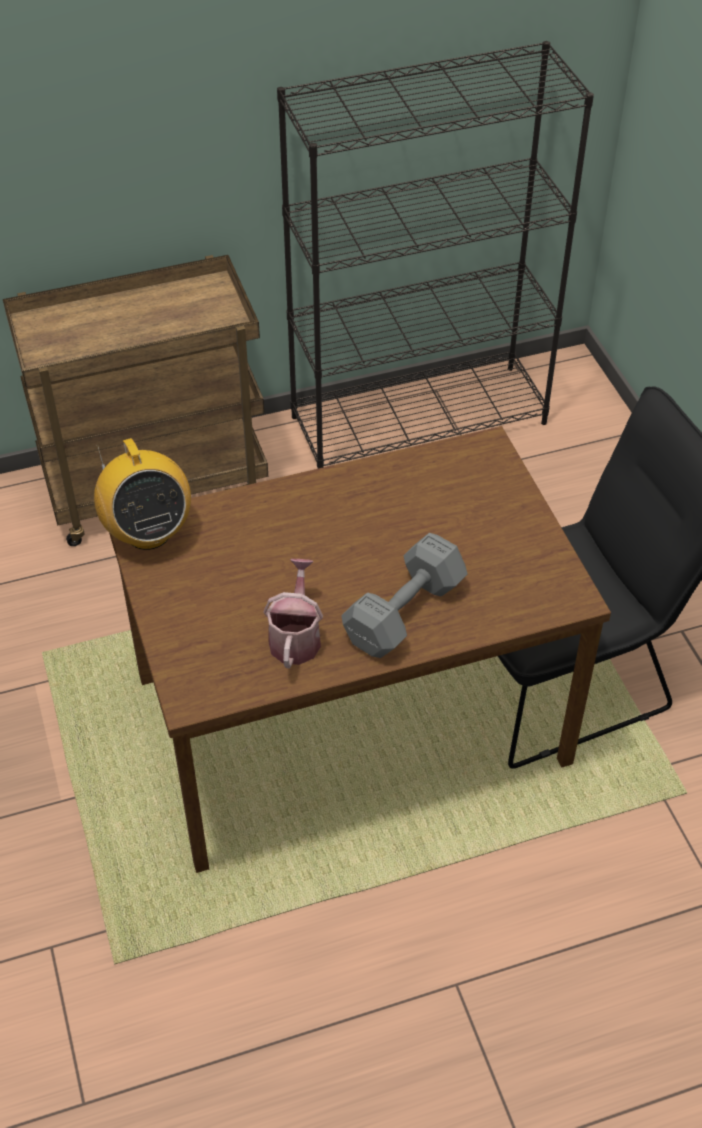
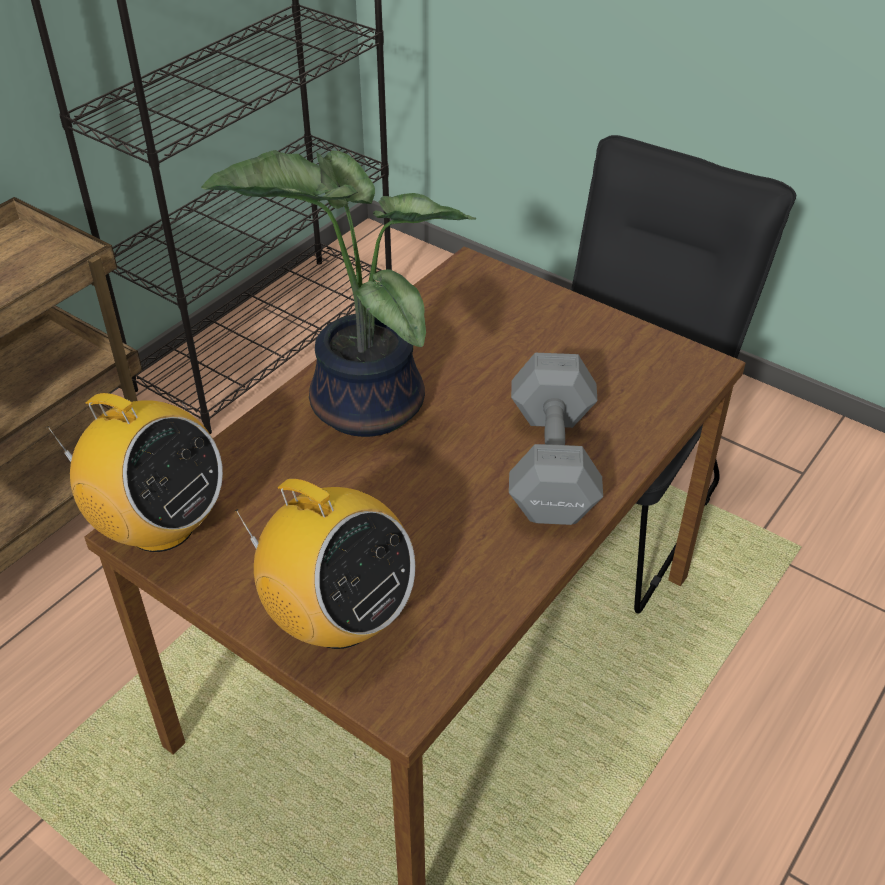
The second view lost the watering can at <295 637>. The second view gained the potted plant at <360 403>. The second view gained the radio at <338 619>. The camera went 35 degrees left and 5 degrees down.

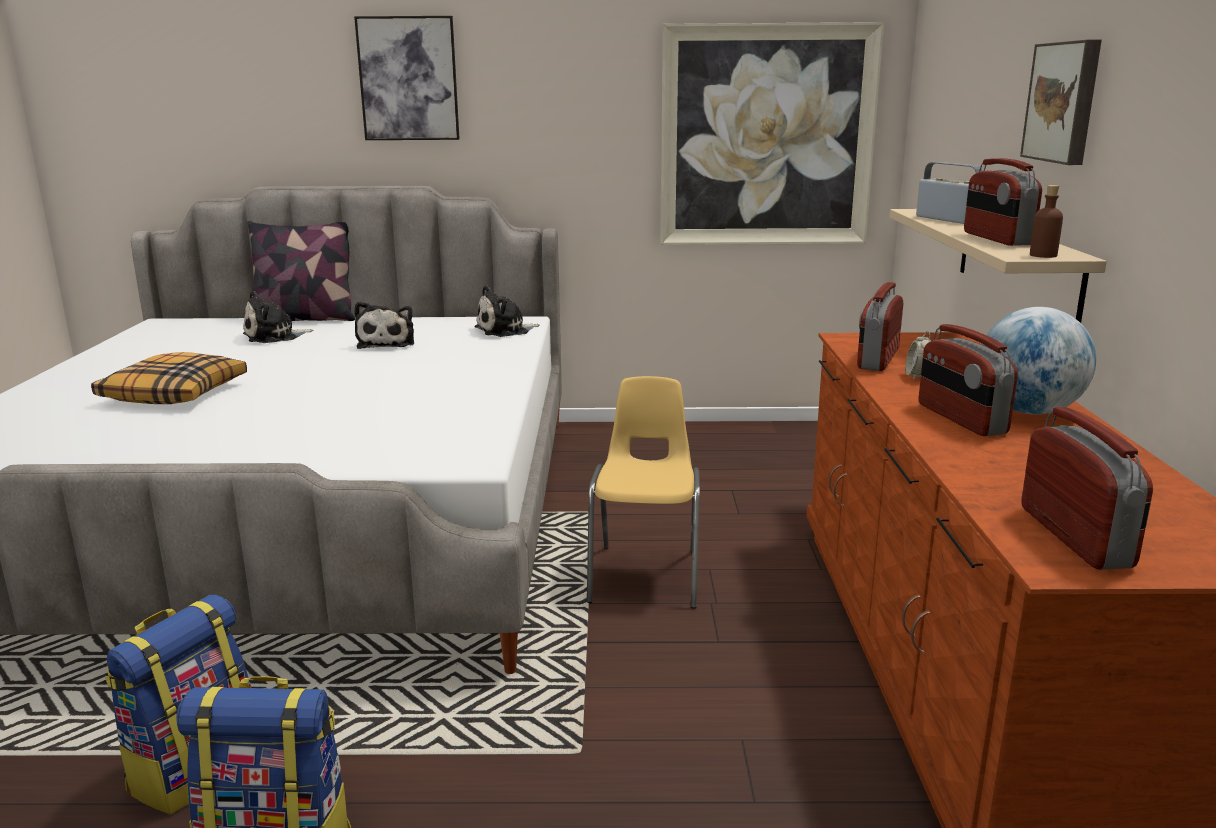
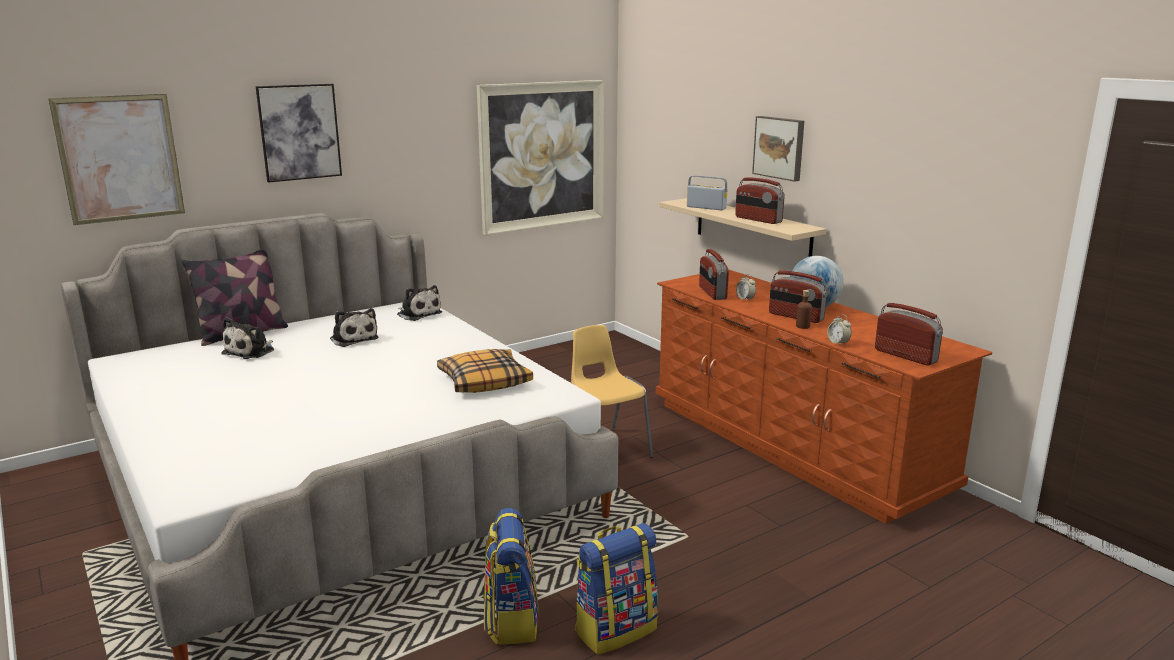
The pillow ended up elsewhere, having gone from <175 394> to <484 381>. The plush toy at <505 330> ended up facing another way, 75 degrees counterclockwise from before. The brown bottle ended up elsewhere, having gone from <1043 255> to <802 326>. The second view gained the picture at <120 158>. The second view gained the alarm clock at <838 343>. The camera went 35 degrees left and 0 degrees up.

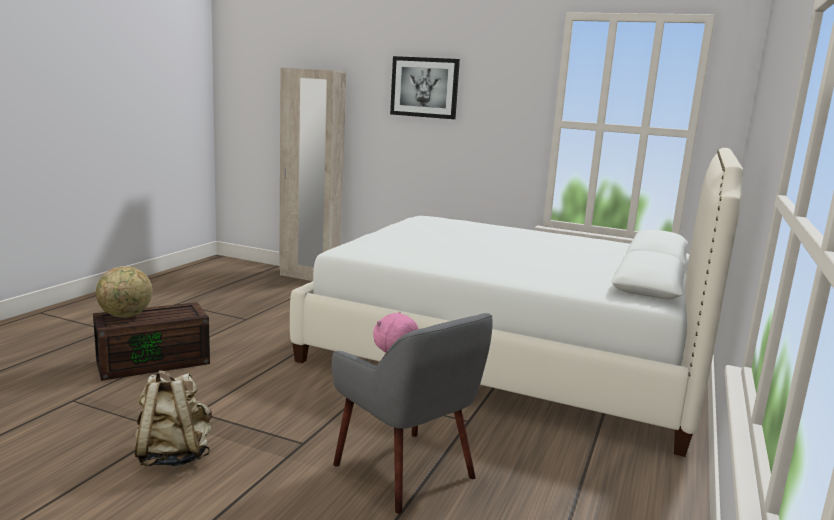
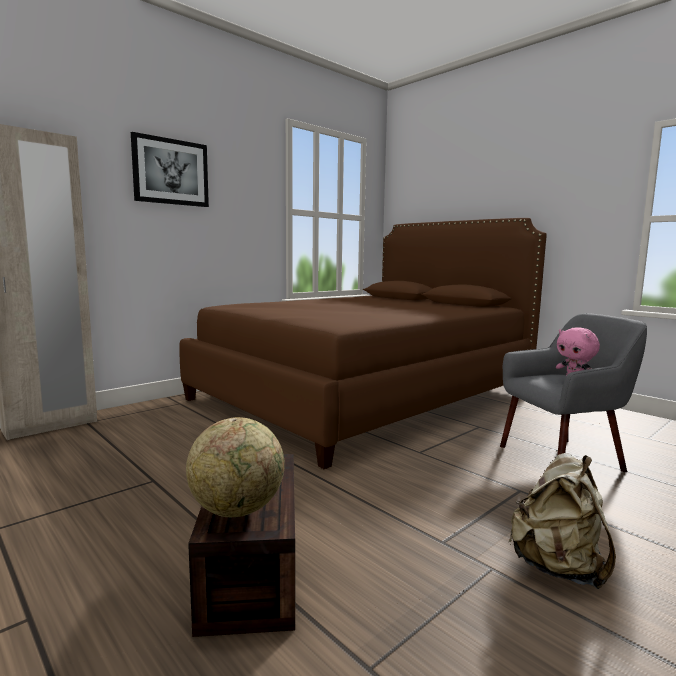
What was the white bed at <509 355> turned into the brown bed at <366 395>. The camera went 65 degrees left and 5 degrees down.

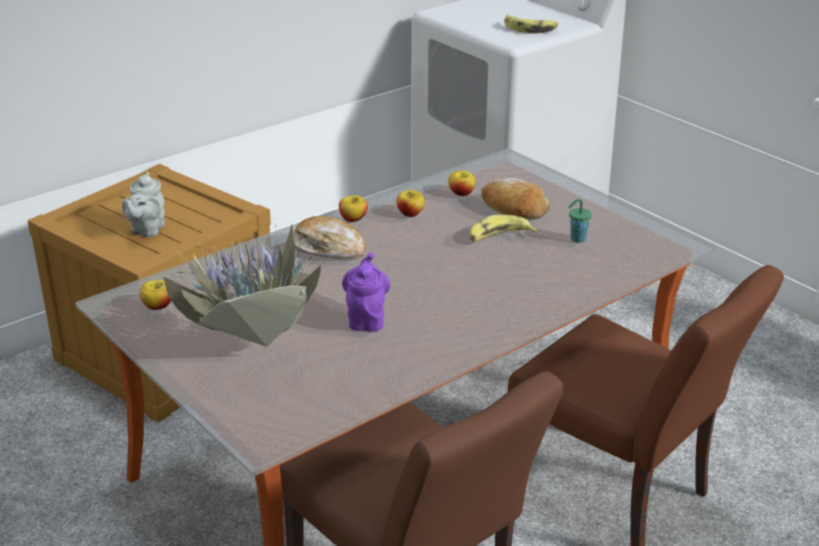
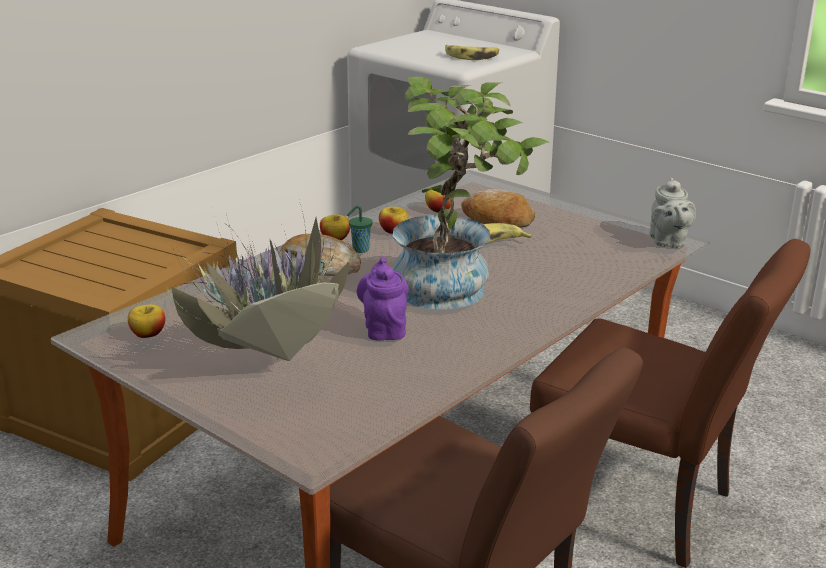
The grey teapot ended up elsewhere, having gone from <147 230> to <668 242>. The green cup ended up elsewhere, having gone from <577 239> to <359 250>. The second view gained the potted plant at <455 289>. The camera went 10 degrees left and 5 degrees down.

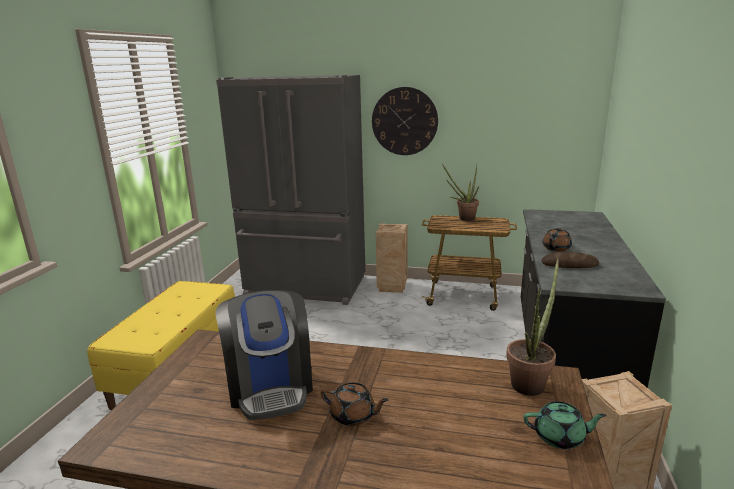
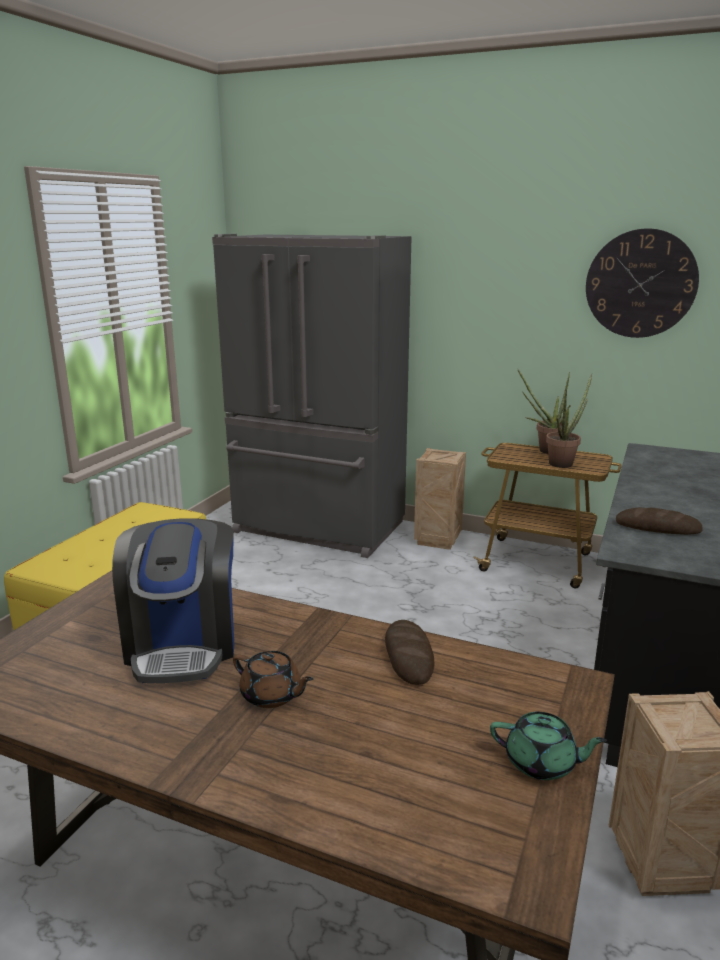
The wall clock ended up elsewhere, having gone from <404 121> to <640 284>. The potted plant ended up elsewhere, having gone from <530 382> to <563 463>. The second view lost the brown teapot at <555 248>. The second view gained the bread at <408 656>. The camera went 10 degrees right and 0 degrees up.

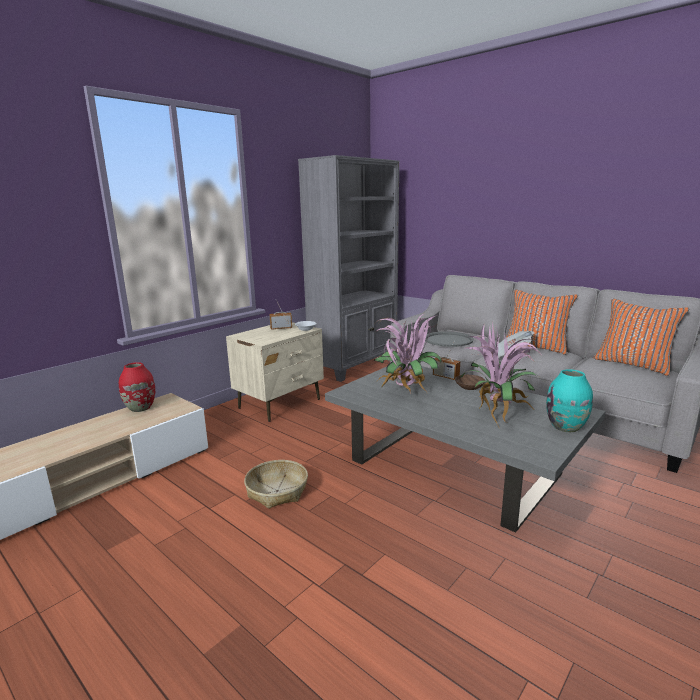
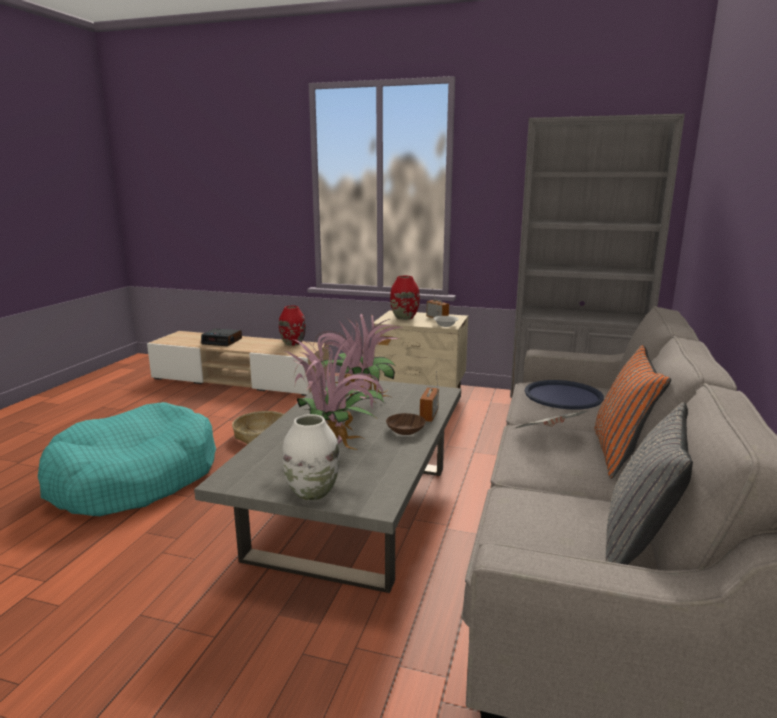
What was the grey tray at <448 340> turned into the blue tray at <563 396>. What was the turquoise vase at <566 427> turned into the white vase at <312 492>. What was the orange pillow at <633 364> turned into the grey pillow at <638 545>. The second view gained the turquoise dog bed at <134 478>. The second view gained the alarm clock at <222 341>. The second view gained the red vase at <404 317>. The camera went 65 degrees right and 0 degrees up.

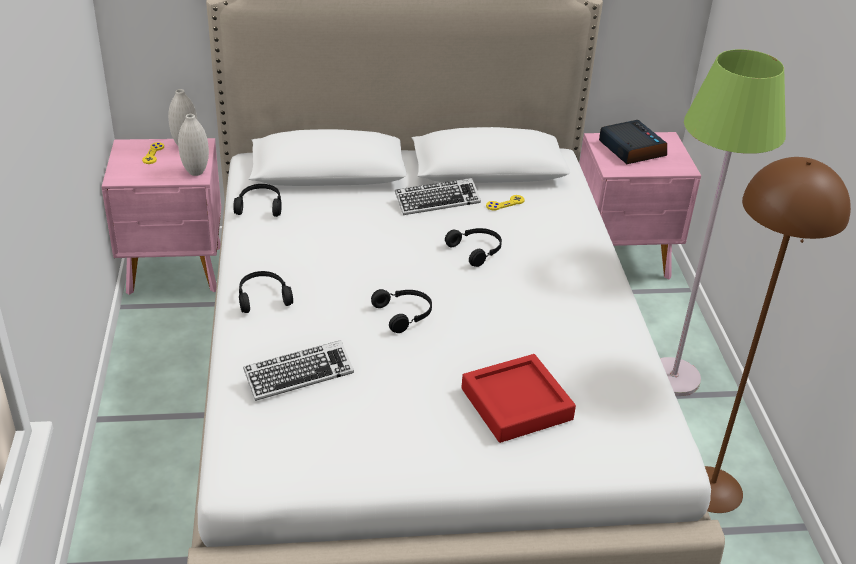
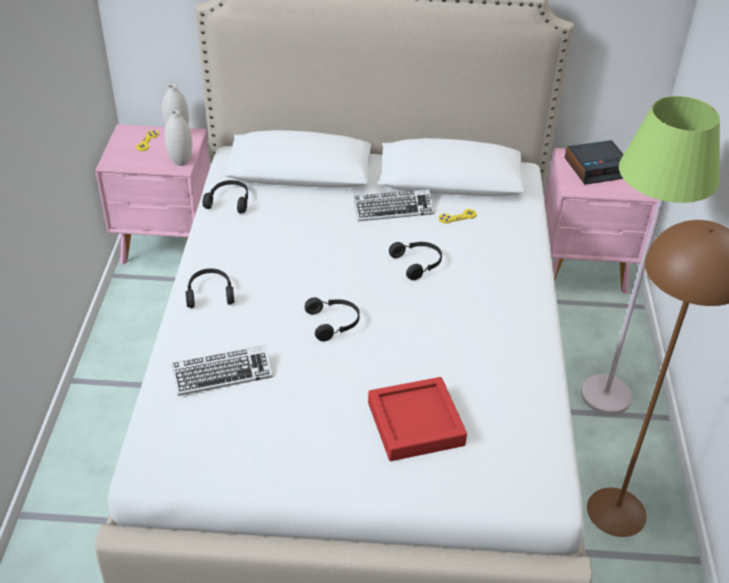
The alarm clock at <631 149> ended up facing another way, 90 degrees clockwise from before. The camera went 10 degrees right and 5 degrees up.

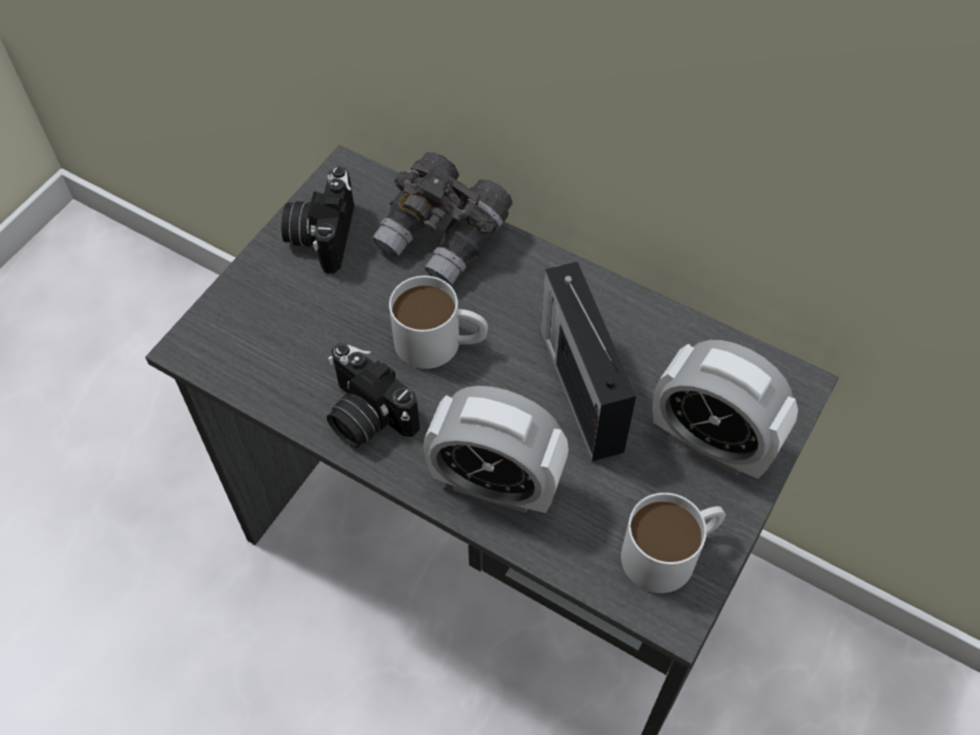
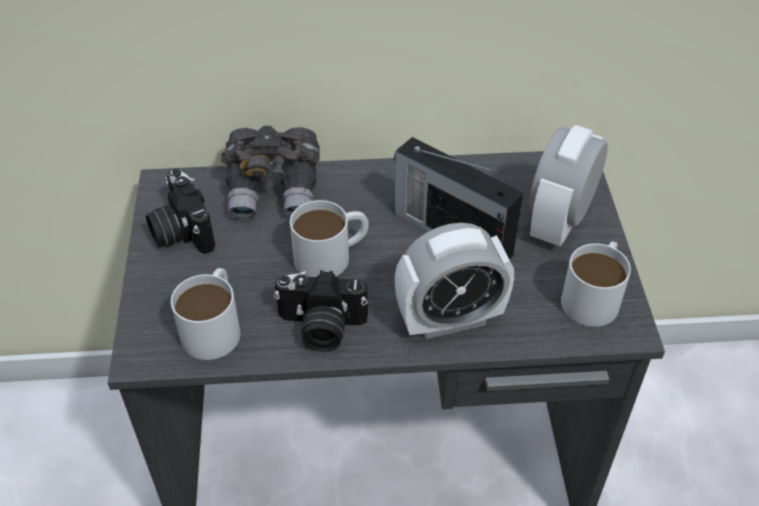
The alarm clock at <711 443> ended up facing another way, 120 degrees clockwise from before. The second view gained the white mug at <215 325>. The camera went 35 degrees left and 10 degrees down.

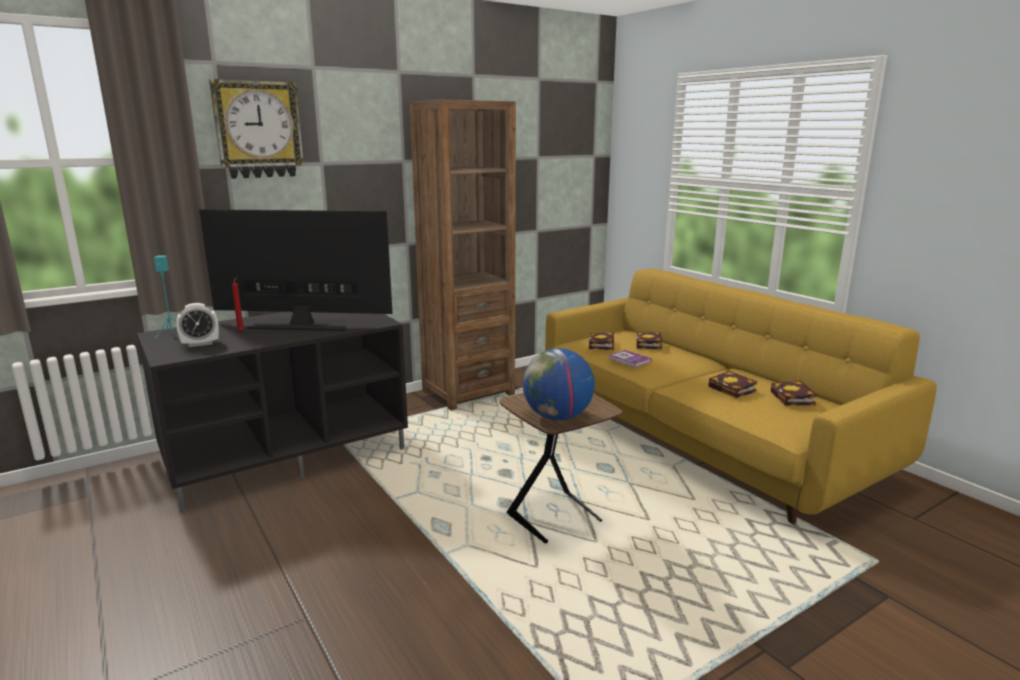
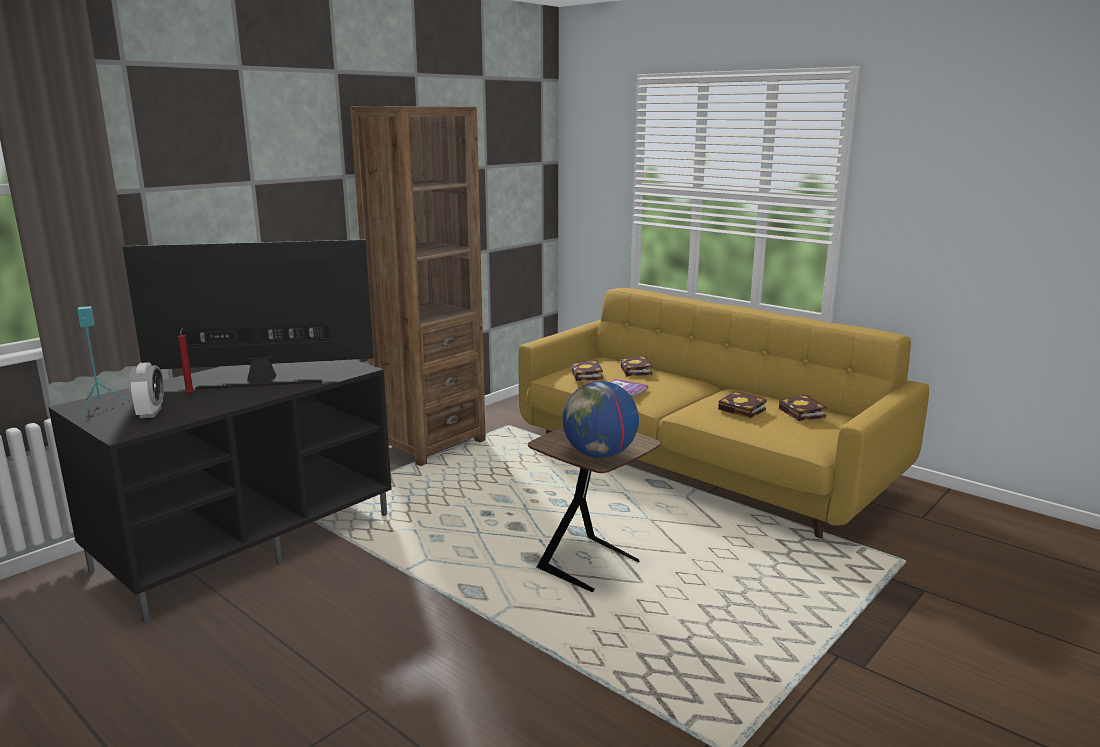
The alarm clock at <200 344> ended up facing another way, 60 degrees counterclockwise from before. The second view lost the wall clock at <258 130>. The camera went 15 degrees left and 0 degrees up.

